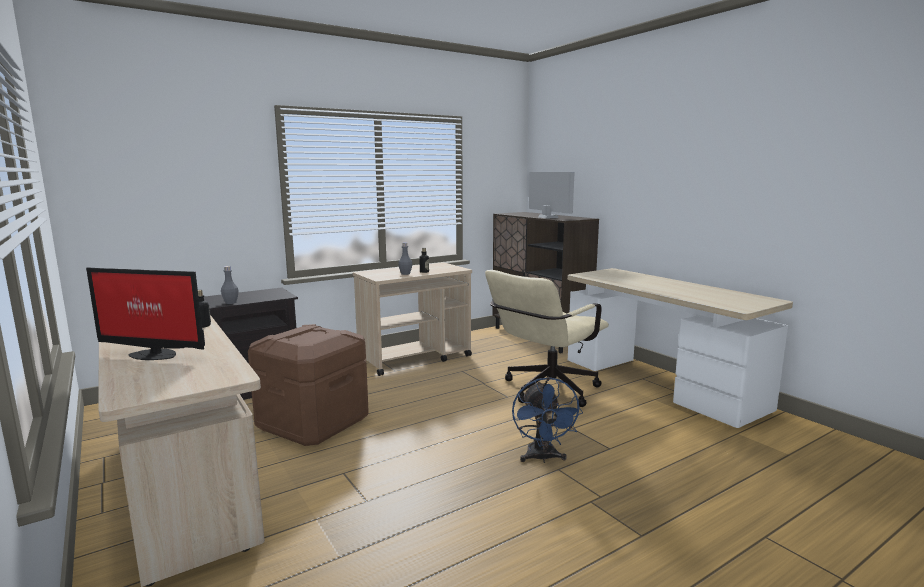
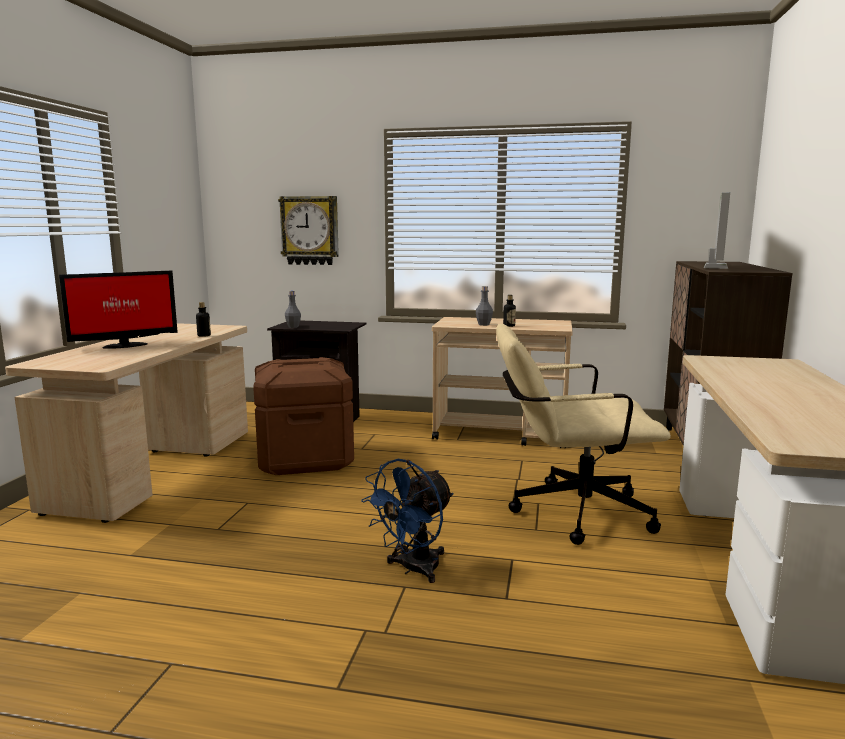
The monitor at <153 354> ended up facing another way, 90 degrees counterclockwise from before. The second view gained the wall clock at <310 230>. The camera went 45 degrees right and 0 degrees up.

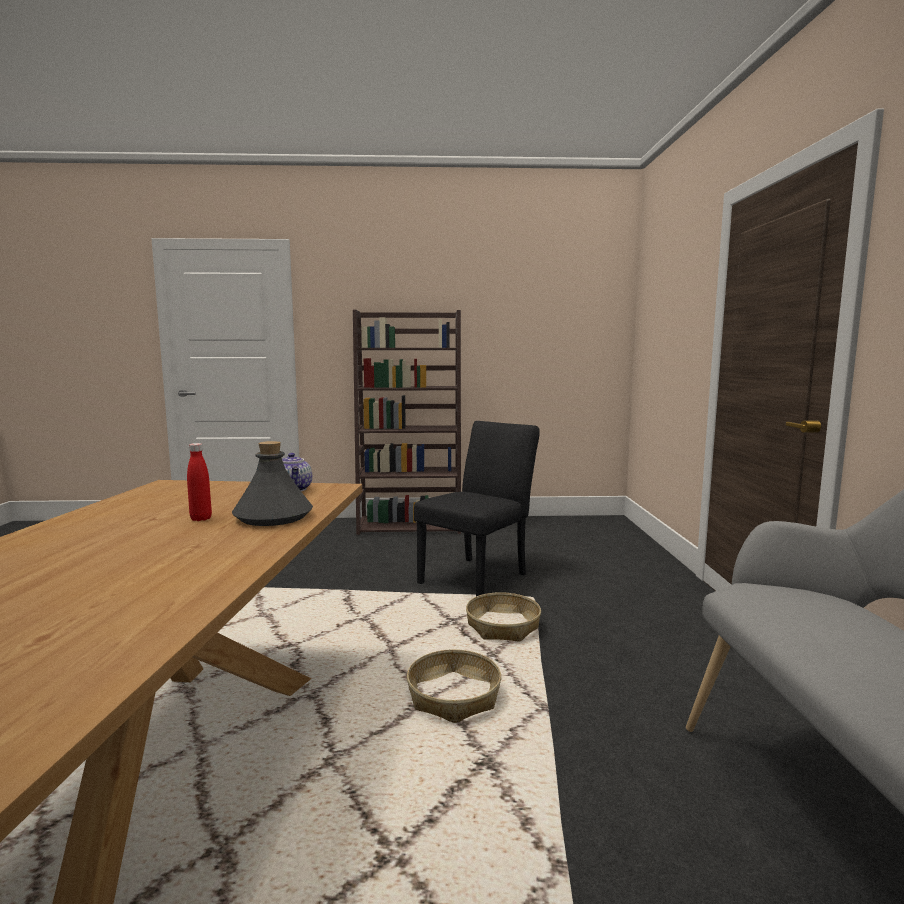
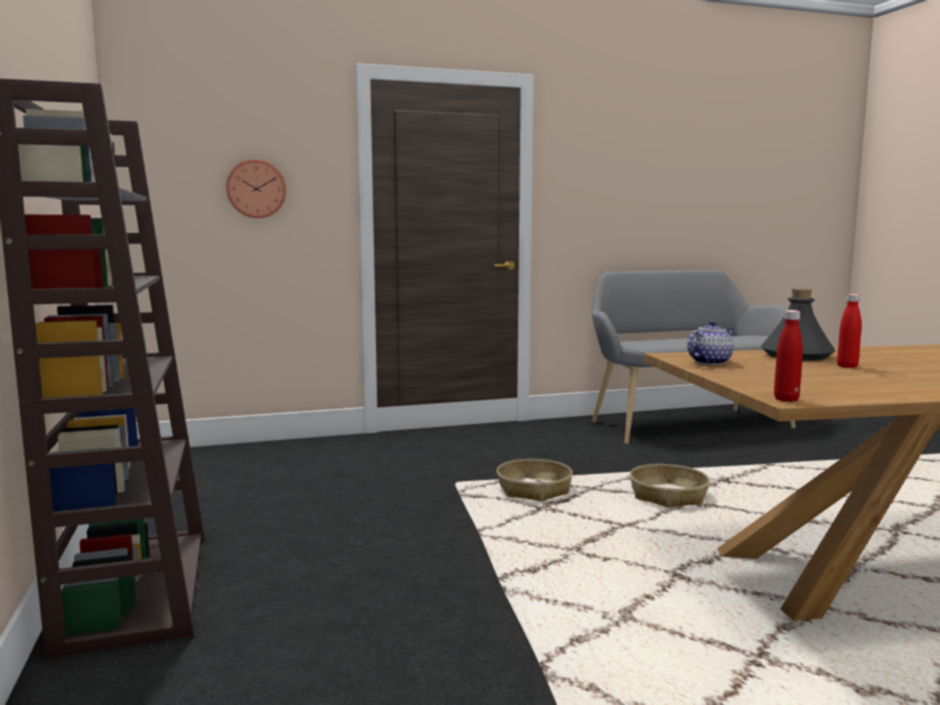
The second view lost the black chair at <478 576>. The second view gained the wall clock at <256 189>. The second view gained the red bottle at <786 399>. The camera went 105 degrees left and 0 degrees up.

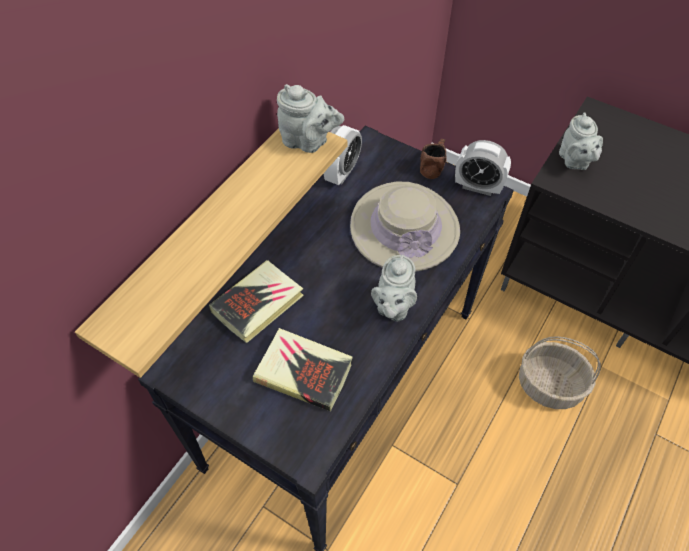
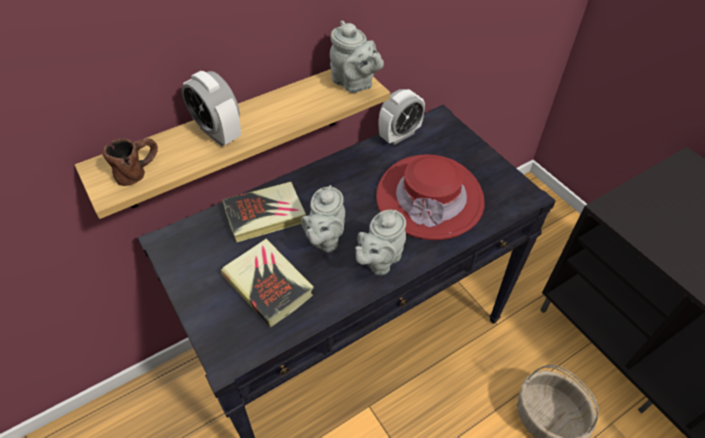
What was the beige hat at <404 228> turned into the red hat at <429 198>. The brown mug ended up elsewhere, having gone from <433 166> to <139 171>. The alarm clock ended up elsewhere, having gone from <478 187> to <218 133>. The grey teapot ended up elsewhere, having gone from <574 161> to <325 239>. The camera went 25 degrees right and 5 degrees down.

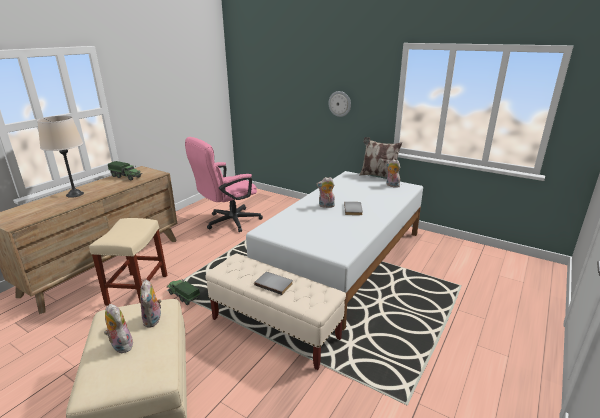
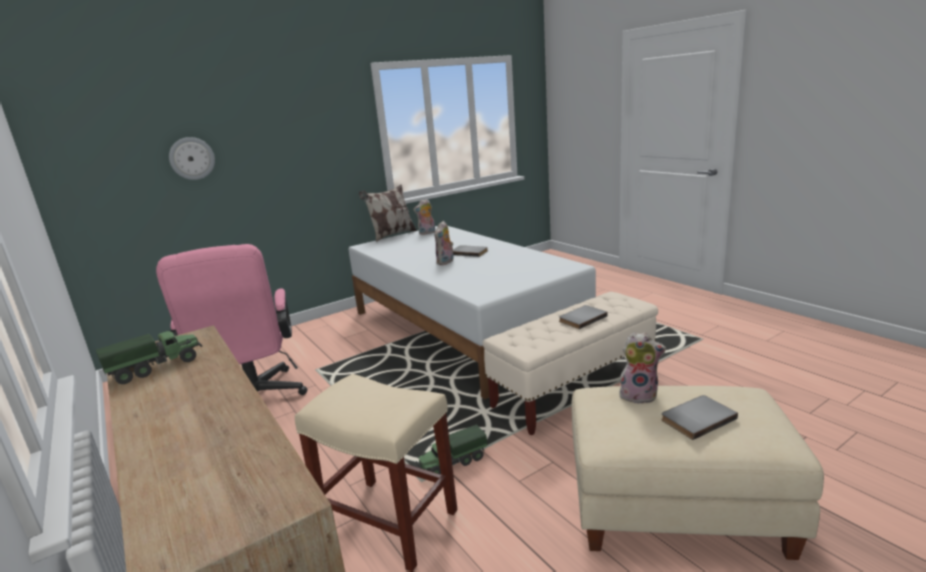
The second view lost the beige table lamp at <75 194>. Where the plush toy stood at <120 345>, the grey book came to stand at <696 418>. The wall clock ended up elsewhere, having gone from <340 103> to <192 158>. The camera went 65 degrees left and 5 degrees down.

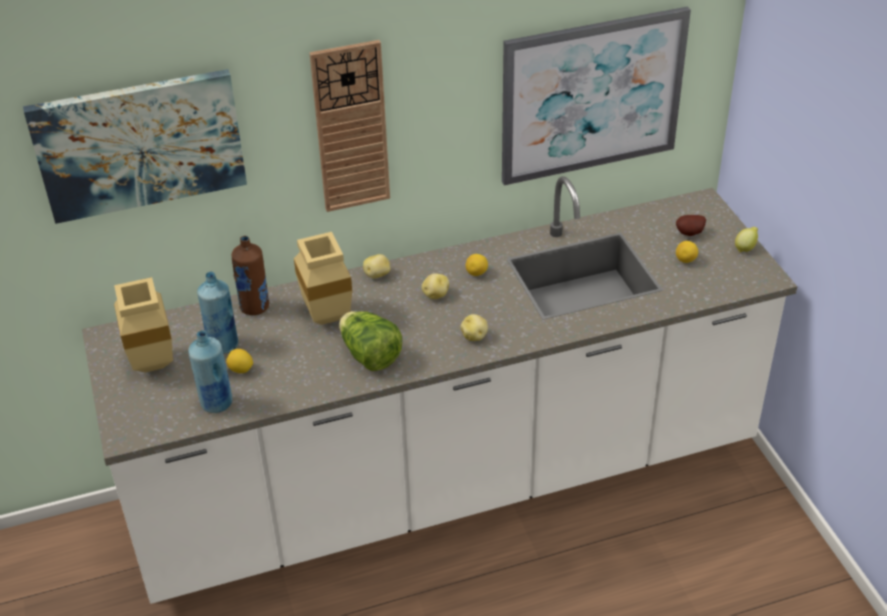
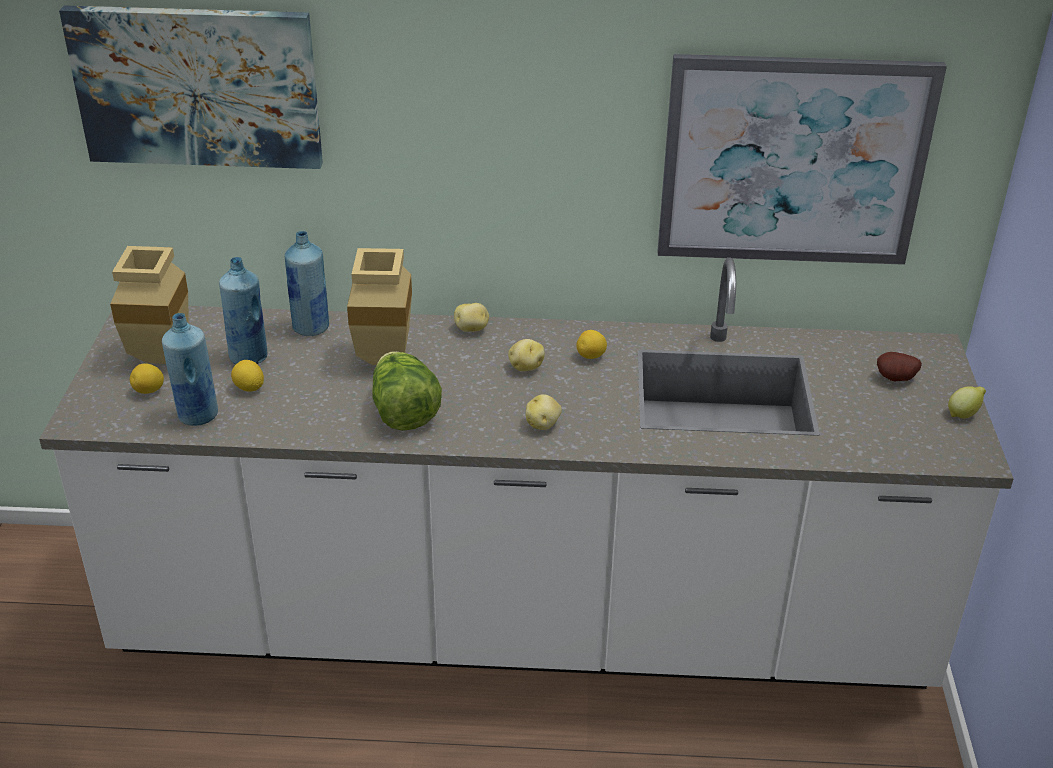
What was the brown bottle at <255 307> turned into the blue bottle at <311 328>. The second view lost the wall clock at <351 127>. The lemon ended up elsewhere, having gone from <686 260> to <149 391>. The camera went 20 degrees right and 5 degrees down.

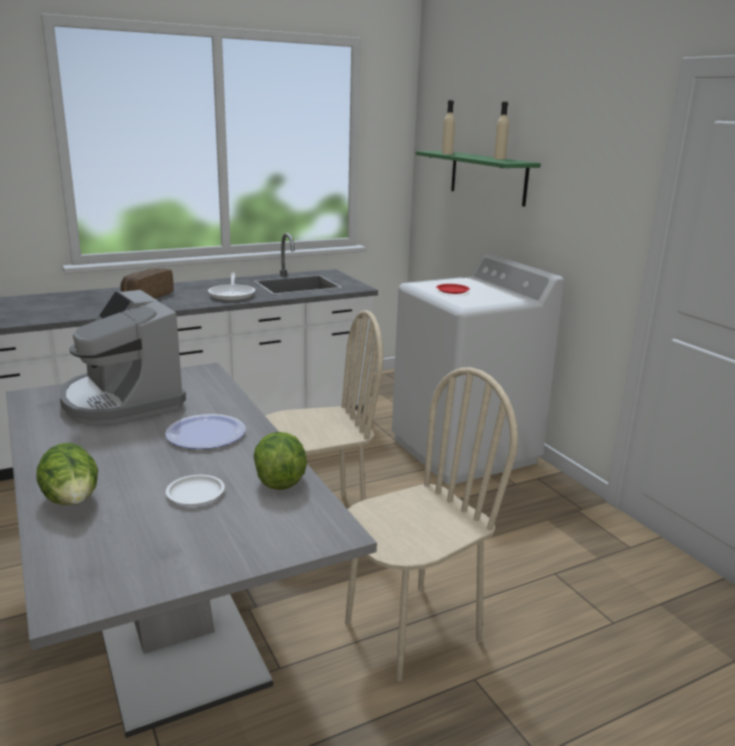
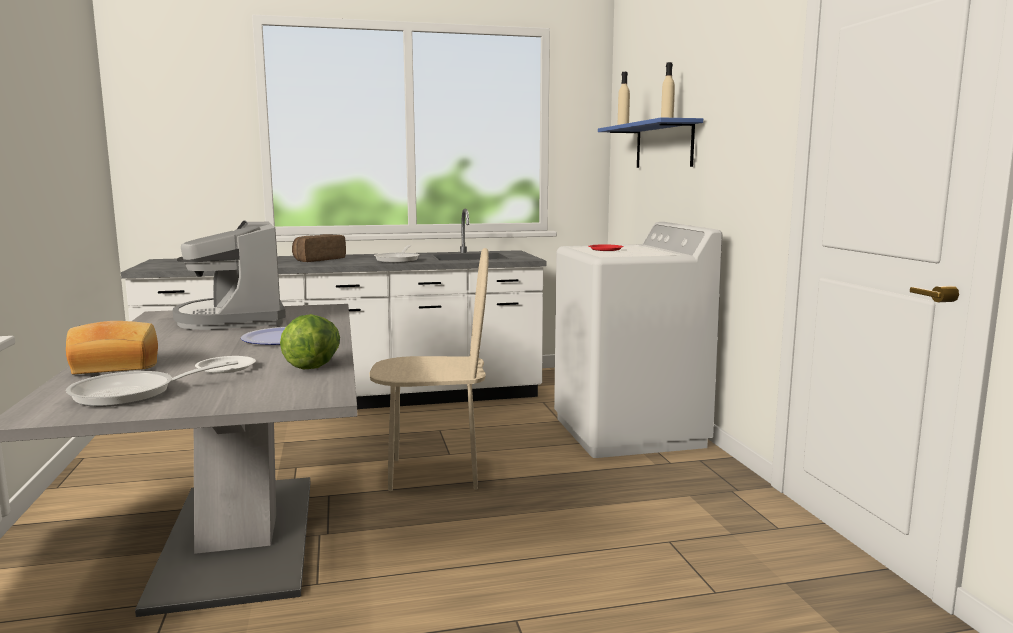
Where the lettuce stood at <73 502>, the bread came to stand at <116 366>. The second view lost the beige chair at <411 631>. What was the green shelf at <488 177> turned into the blue shelf at <663 145>. The second view gained the frying pan at <133 394>. The camera went 15 degrees right and 10 degrees down.

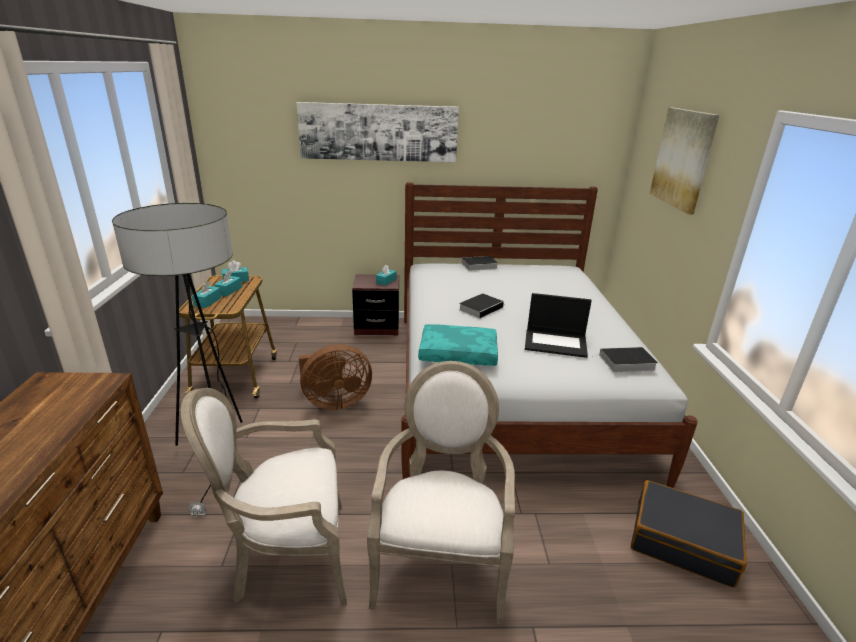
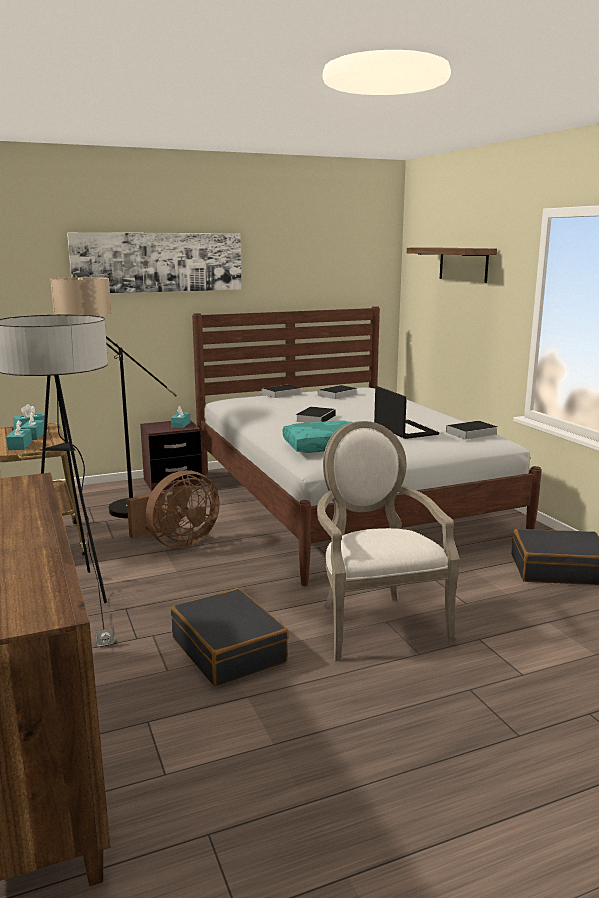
Where the armchair stood at <287 557>, the black suitcase came to stand at <229 650>. The laptop at <556 343> ended up facing another way, 105 degrees counterclockwise from before. Where the picture hung at <683 158>, the shelf came to hang at <463 264>. The second view gained the floor lamp at <114 509>. The second view gained the book at <337 395>. The camera went 20 degrees left and 10 degrees down.

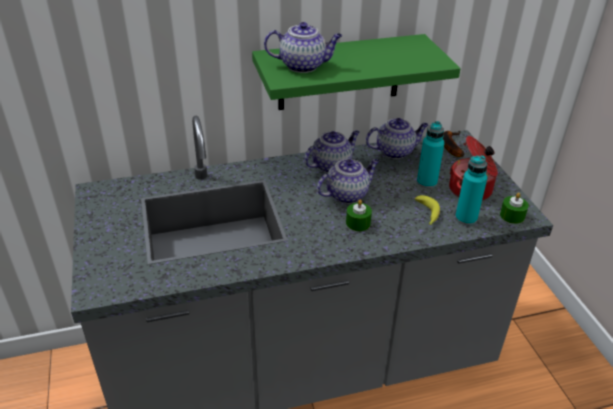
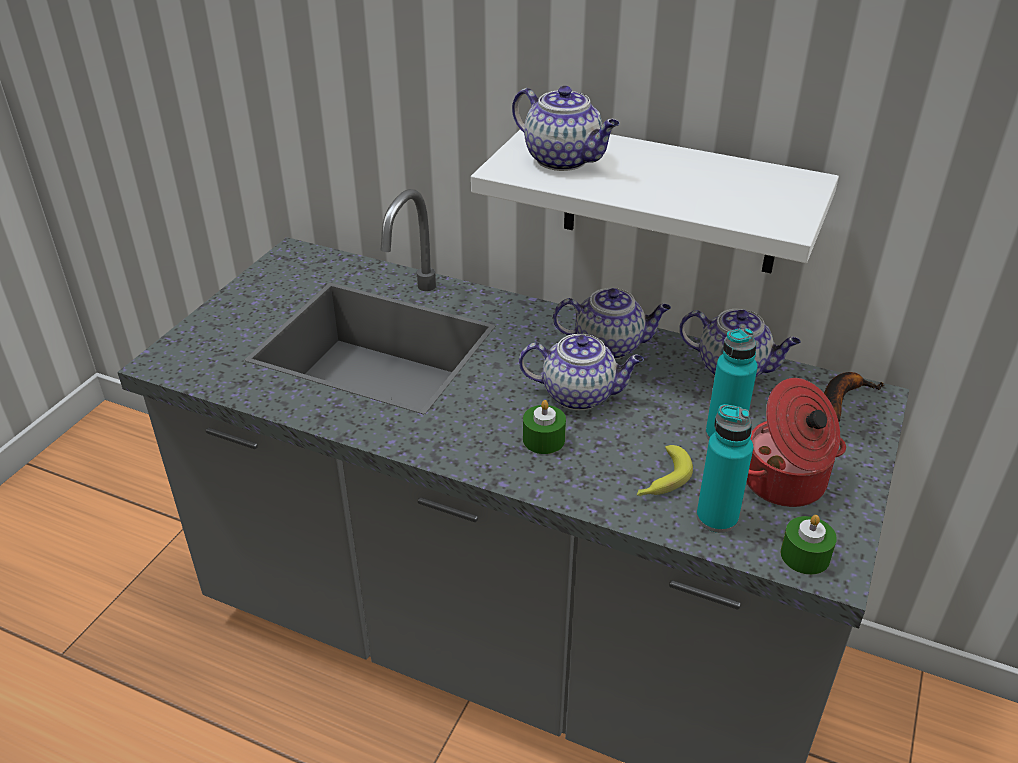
What was the green shelf at <339 72> turned into the white shelf at <670 198>. The camera went 40 degrees right and 0 degrees up.

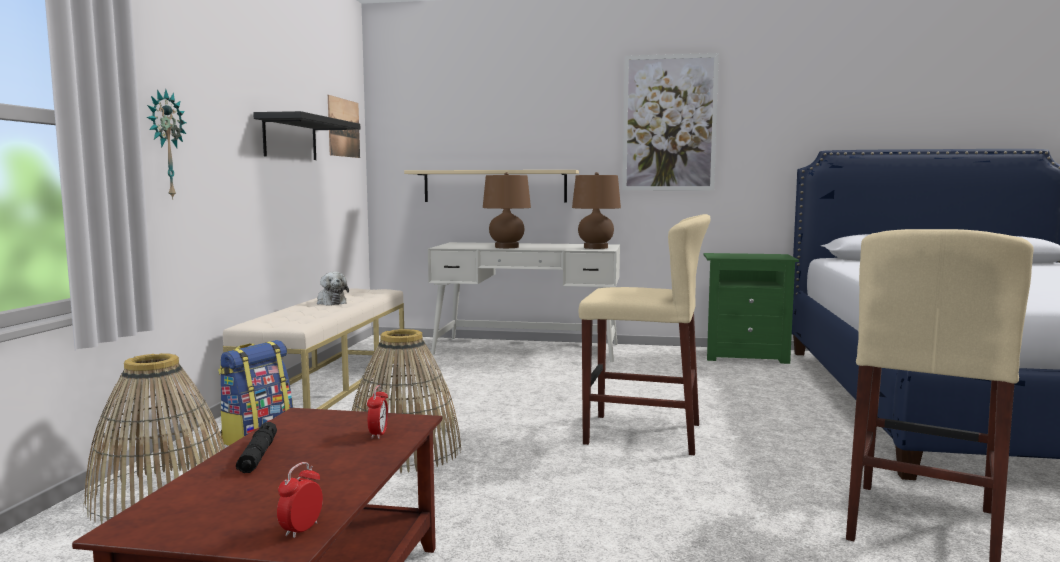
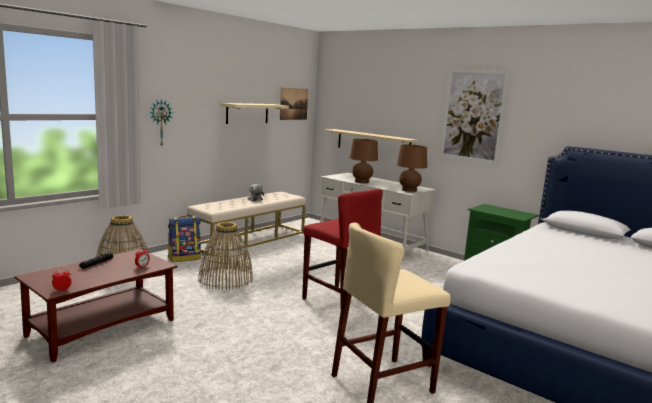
What was the black shelf at <290 138> turned into the beige shelf at <247 113>. What was the beige stool at <642 434> turned into the red stool at <339 302>. The camera went 30 degrees right and 5 degrees up.

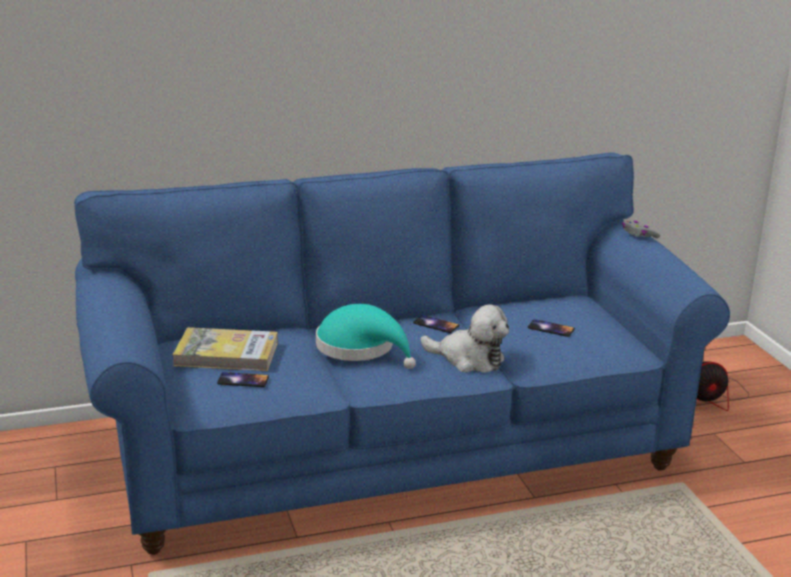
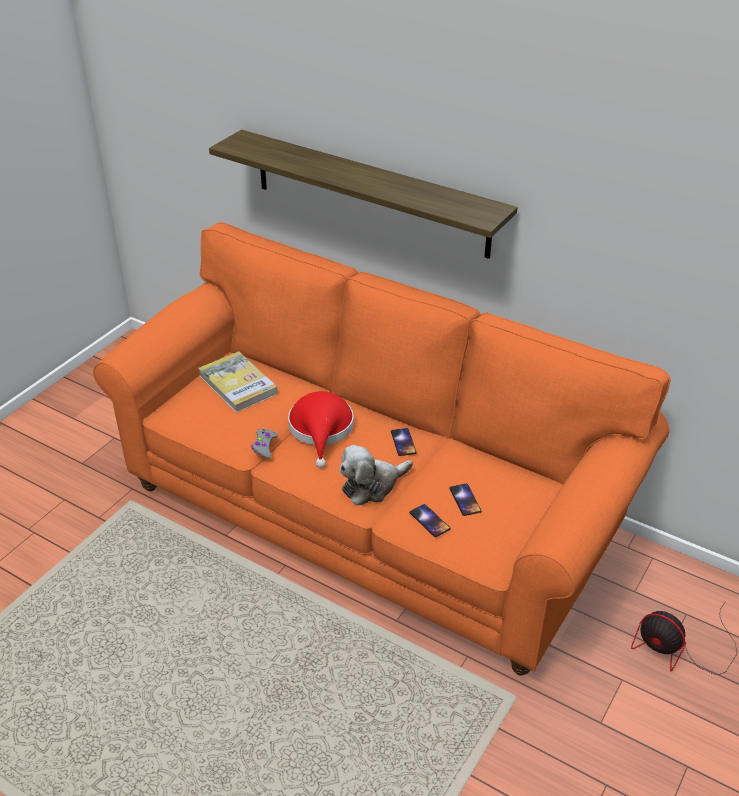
What was the blue sofa at <391 449> turned into the orange sofa at <370 515>. The phone ended up elsewhere, having gone from <243 380> to <429 521>. What was the turquoise hat at <360 348> turned into the red hat at <321 430>. The plush toy at <468 359> ended up facing another way, 75 degrees clockwise from before. The grey game controller ended up elsewhere, having gone from <638 234> to <264 446>. The second view gained the shelf at <370 193>. The camera went 50 degrees right and 15 degrees up.

